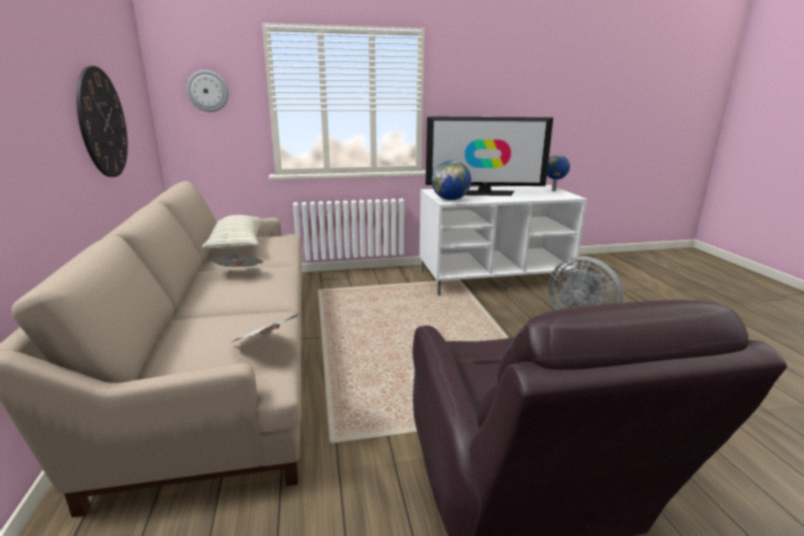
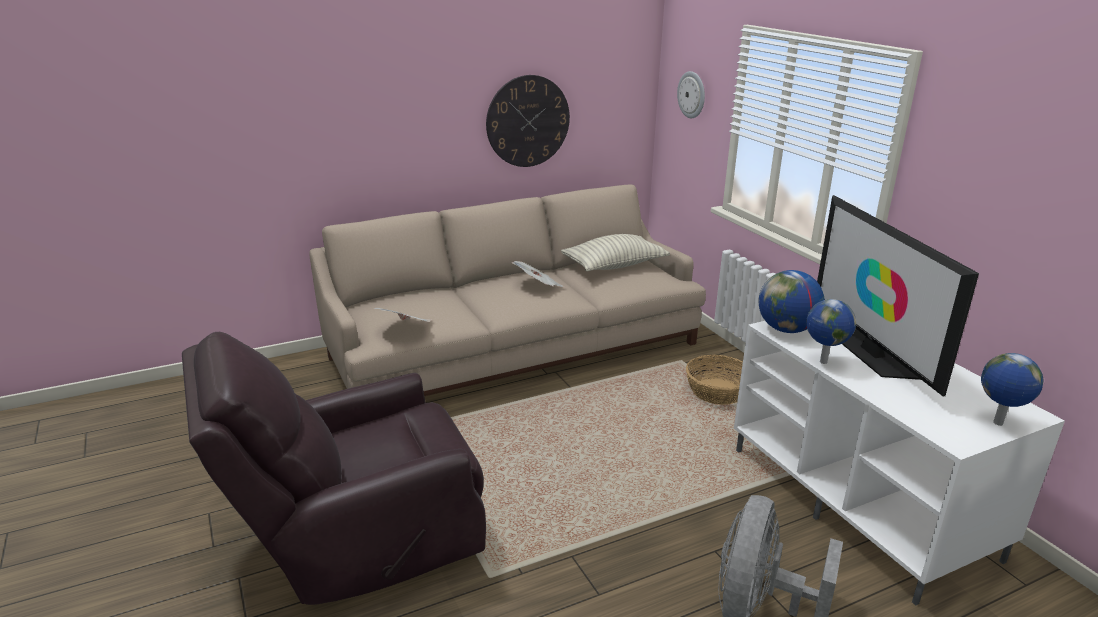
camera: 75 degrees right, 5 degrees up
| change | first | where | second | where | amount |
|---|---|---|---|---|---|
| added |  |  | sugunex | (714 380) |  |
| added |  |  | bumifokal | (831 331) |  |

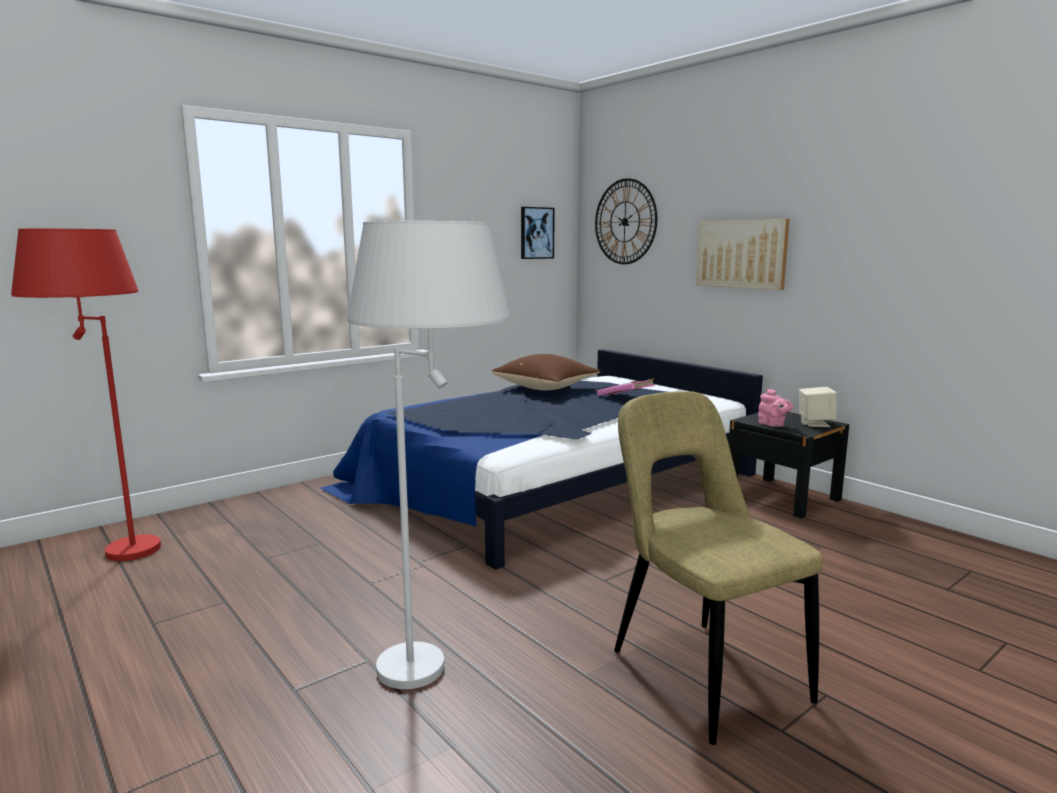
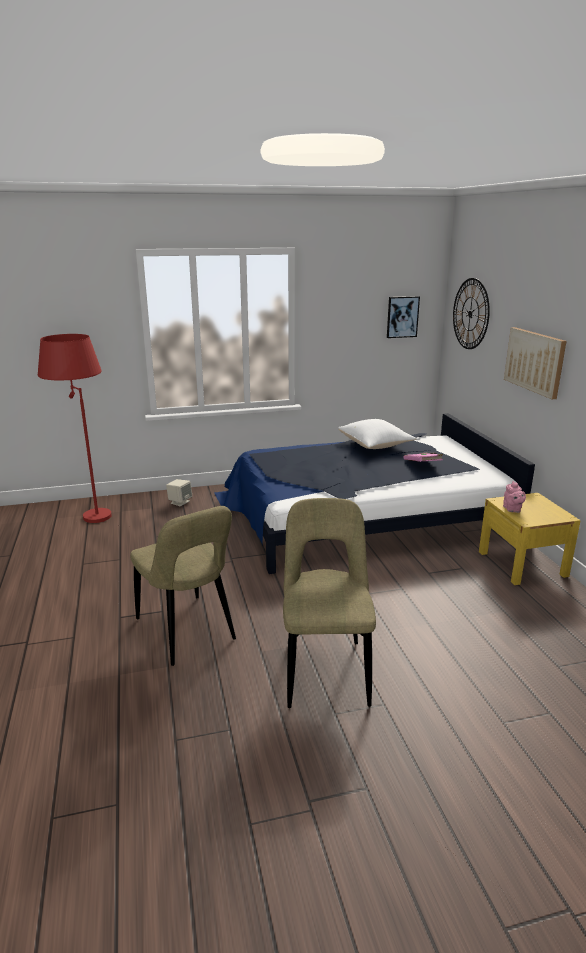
camera: 25 degrees right, 10 degrees up
| change | first | where | second | where | amount |
|---|---|---|---|---|---|
| replaced | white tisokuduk | (428 455) | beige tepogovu | (183 586) |  |
| recoloured | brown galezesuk | (546 372) | white galezesuk | (377 434) |  |
| recoloured | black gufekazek | (789 465) | yellow gufekazek | (530 539) |  |
| moved | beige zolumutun | (818 407) |  | (179 492) |  |

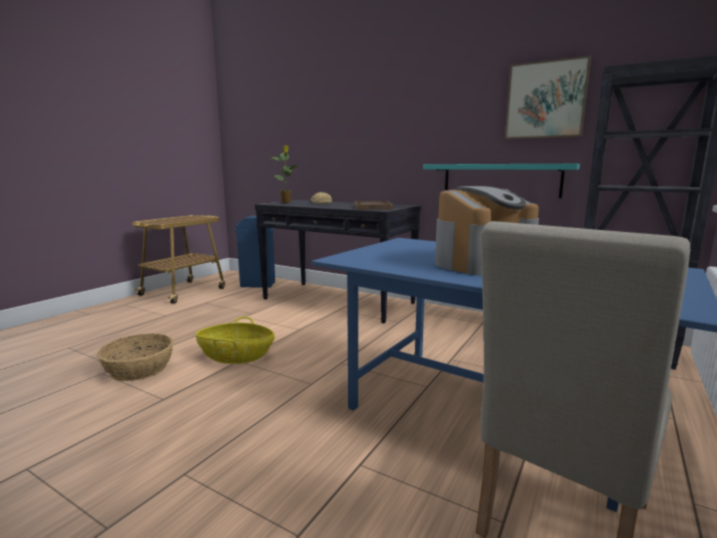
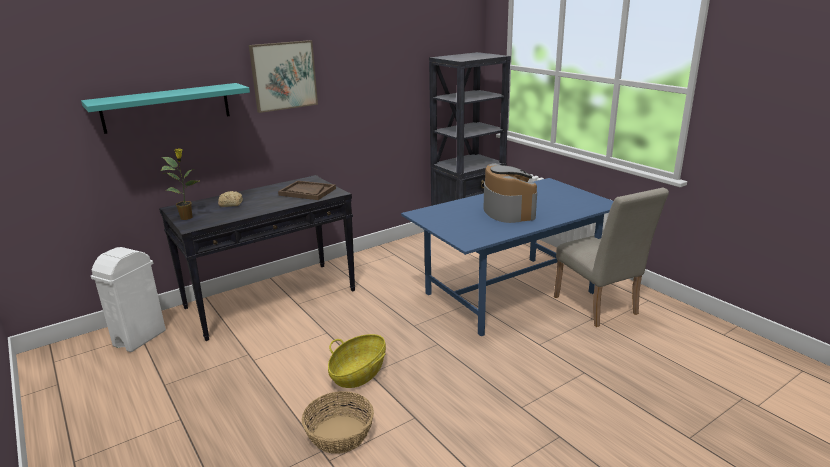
camera: 65 degrees left, 10 degrees up
| change | first | where | second | where | amount |
|---|---|---|---|---|---|
| removed | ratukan | (178 259) |  |  |  |
| recoloured | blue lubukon | (254 252) | white lubukon | (128 299) |  |
| moved | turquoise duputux | (501 181) |  | (165 108) |  |
| moved | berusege | (548 97) |  | (283 76) |  |

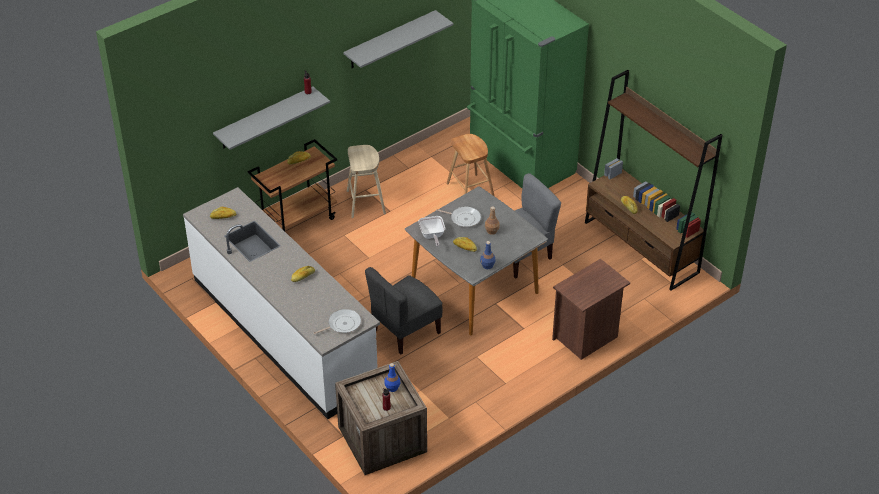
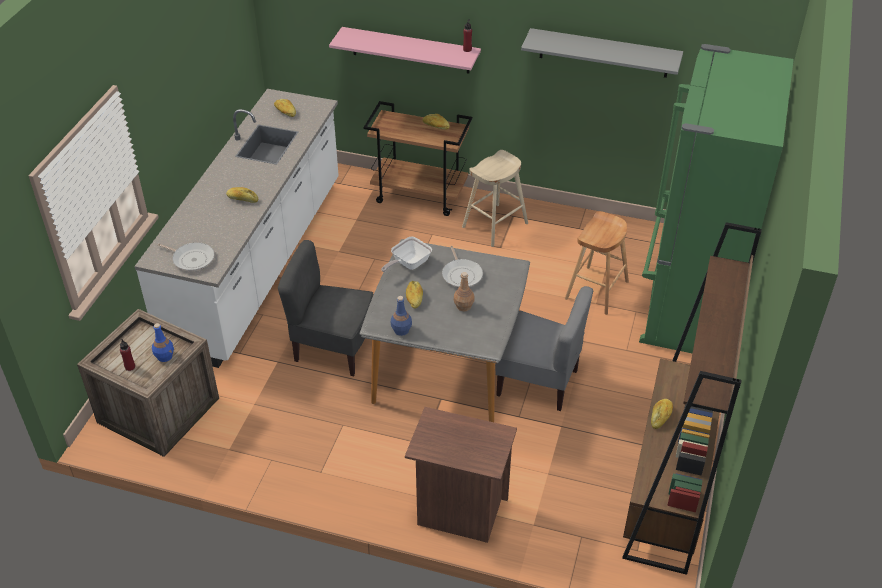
camera: 55 degrees right, 0 degrees up
| change | first | where | second | where | amount |
|---|---|---|---|---|---|
| recoloured | grey duputux | (271 118) | pink duputux | (405 50) |  |

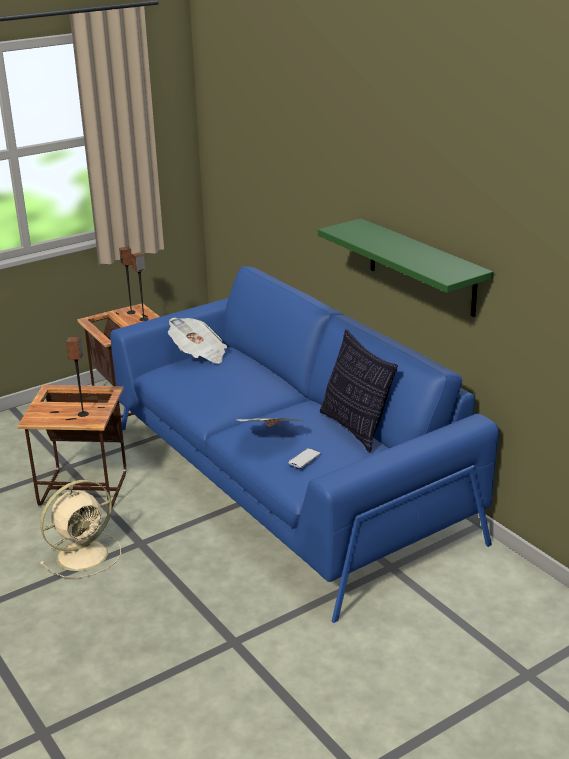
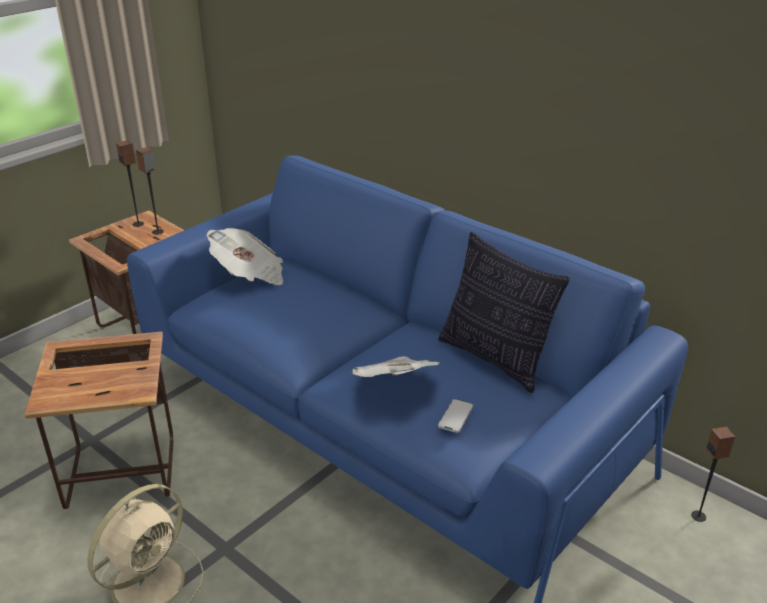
camera: 15 degrees left, 5 degrees up
| change | first | where | second | where | amount |
|---|---|---|---|---|---|
| moved | zolumutun | (77 377) |  | (713 474) |  |
| removed | green duputux | (406 267) |  |  |  |

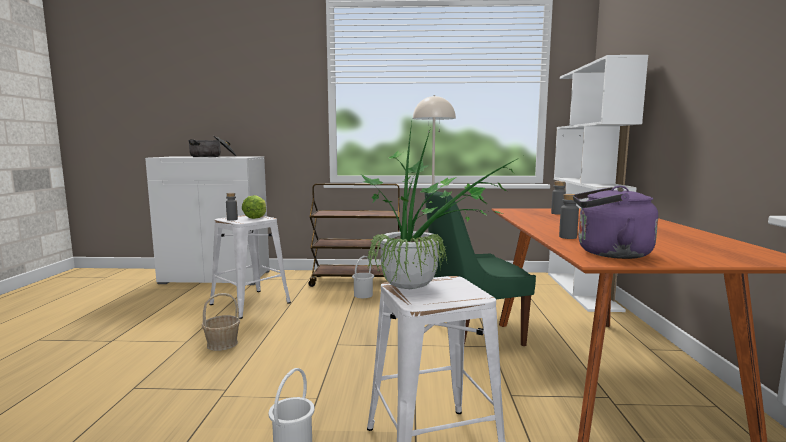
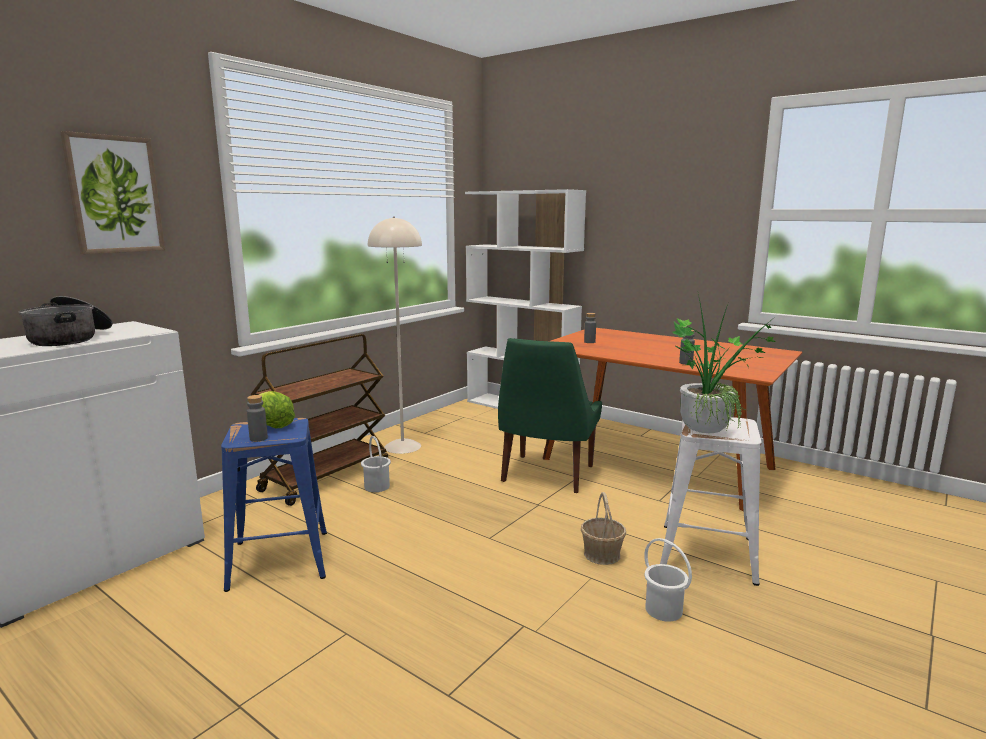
camera: 55 degrees left, 5 degrees up
| change | first | where | second | where | amount |
|---|---|---|---|---|---|
| moved | sugunex | (221 322) |  | (603 528) |  |
| recoloured | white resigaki | (250 267) | blue resigaki | (274 505) |  |
| removed | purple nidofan | (615 222) |  |  |  |
| added |  |  | berusege | (113 192) |  |

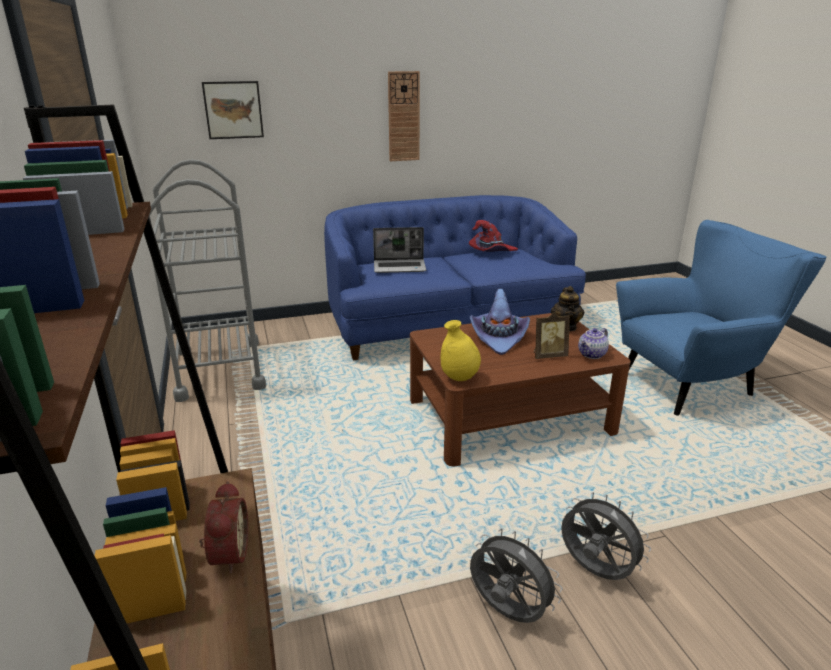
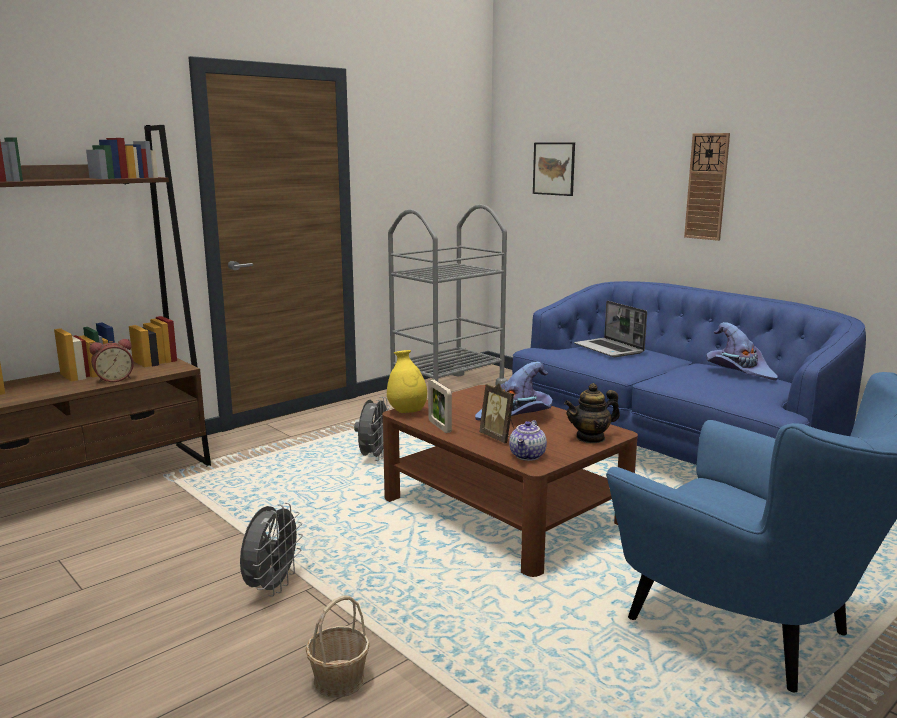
camera: 65 degrees right, 10 degrees down
| change | first | where | second | where | amount |
|---|---|---|---|---|---|
| recoloured | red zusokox | (493 236) | purple zusokox | (742 351) |  |
| moved | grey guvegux | (516 575) |  | (372 429) |  |
| turned | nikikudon | (593 343) |  | (528 440) | 90 degrees counterclockwise |
| added |  |  | sugunex | (337 646) |  |
| added |  |  | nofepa | (440 406) |  |

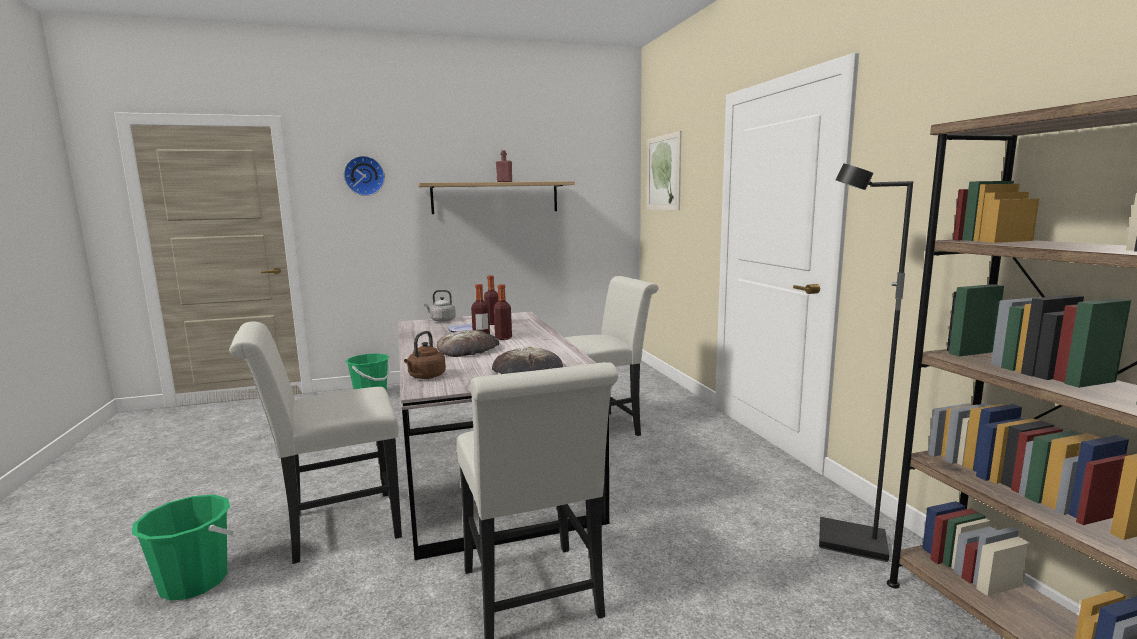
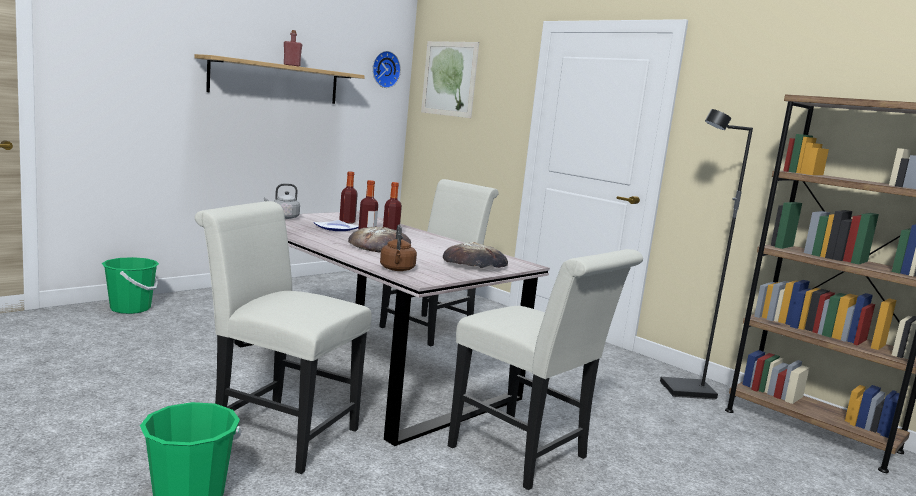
camera: 30 degrees left, 0 degrees up
| change | first | where | second | where | amount |
|---|---|---|---|---|---|
| turned | white tepogovu | (315 443) |  | (283 337) | 75 degrees clockwise |
| moved | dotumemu | (364 176) |  | (386 69) |  |

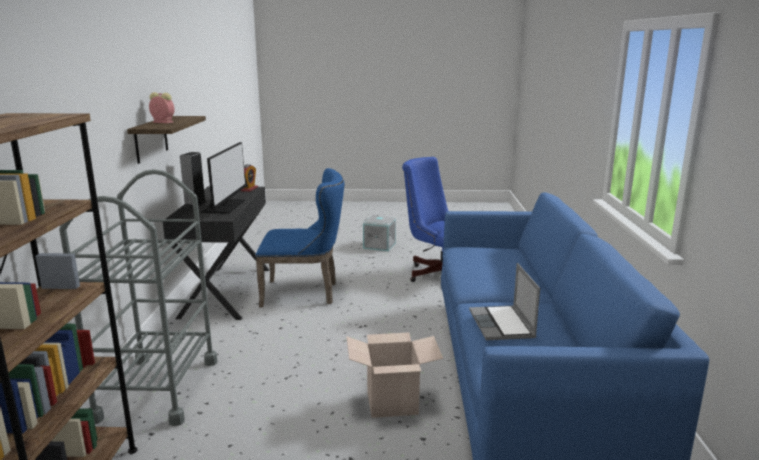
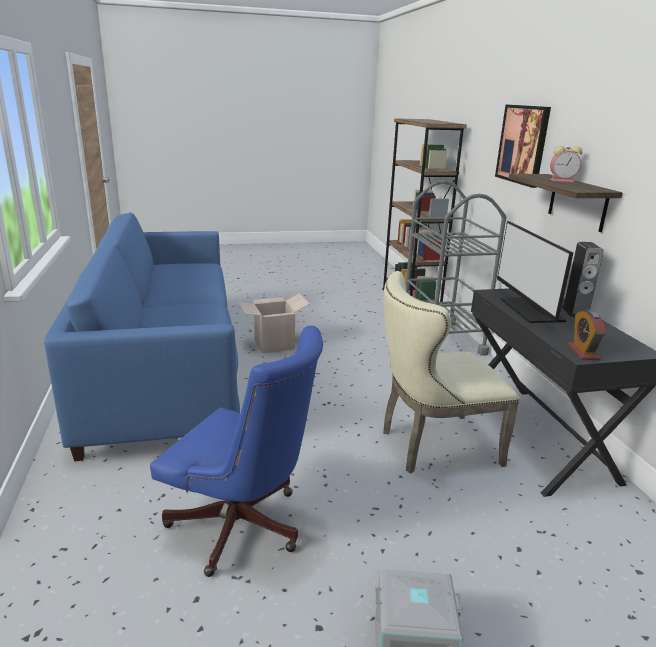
camera: 165 degrees right, 5 degrees up
| change | first | where | second | where | amount |
|---|---|---|---|---|---|
| recoloured | blue tepogovu | (299 237) | beige tepogovu | (451 372) |  |
| removed | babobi | (504 301) |  |  |  |
| added |  |  | berusege | (523 146) |  |

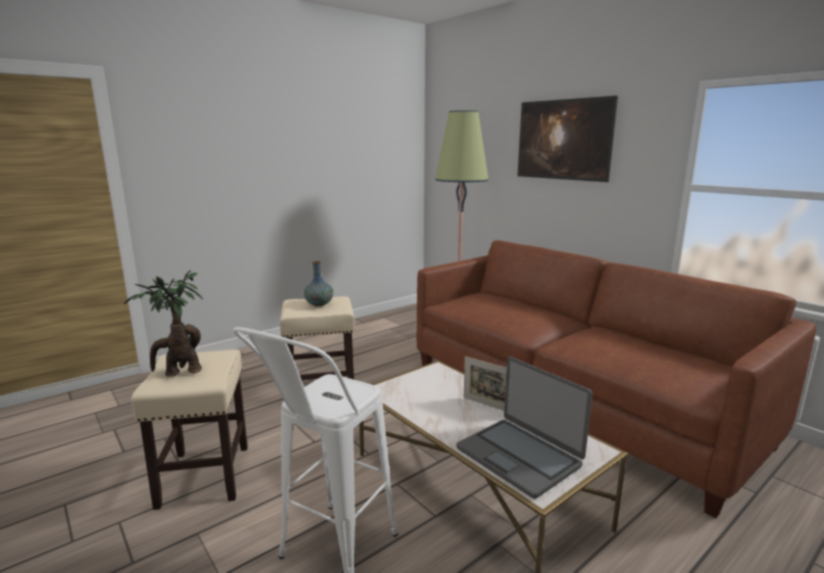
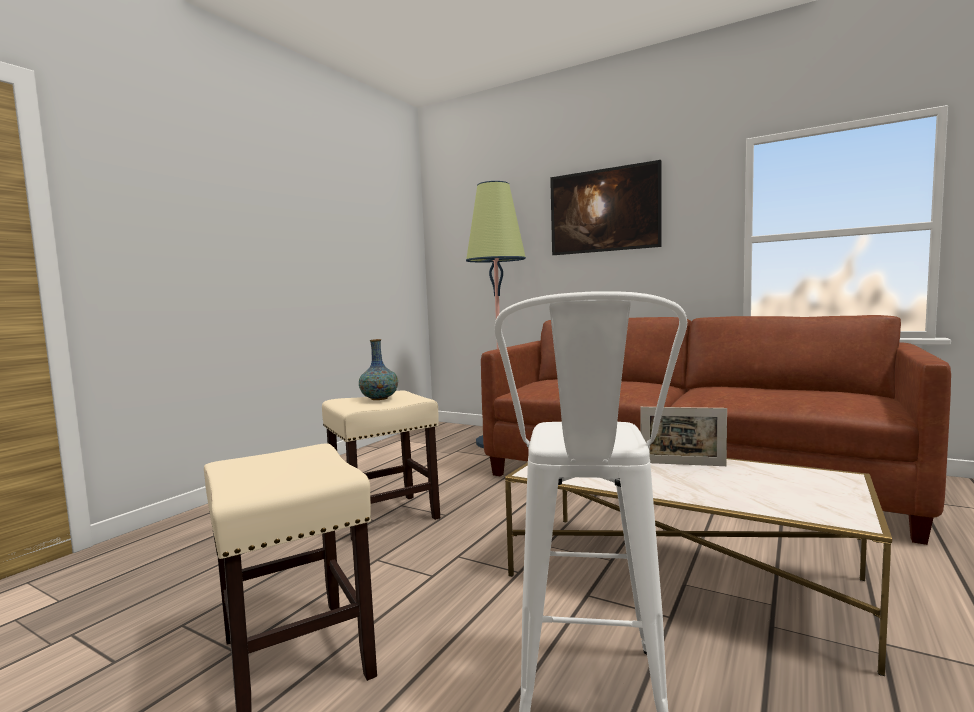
camera: 20 degrees left, 10 degrees down
| change | first | where | second | where | amount |
|---|---|---|---|---|---|
| removed | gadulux | (163 323) |  |  |  |
| removed | babobi | (524 428) |  |  |  |

